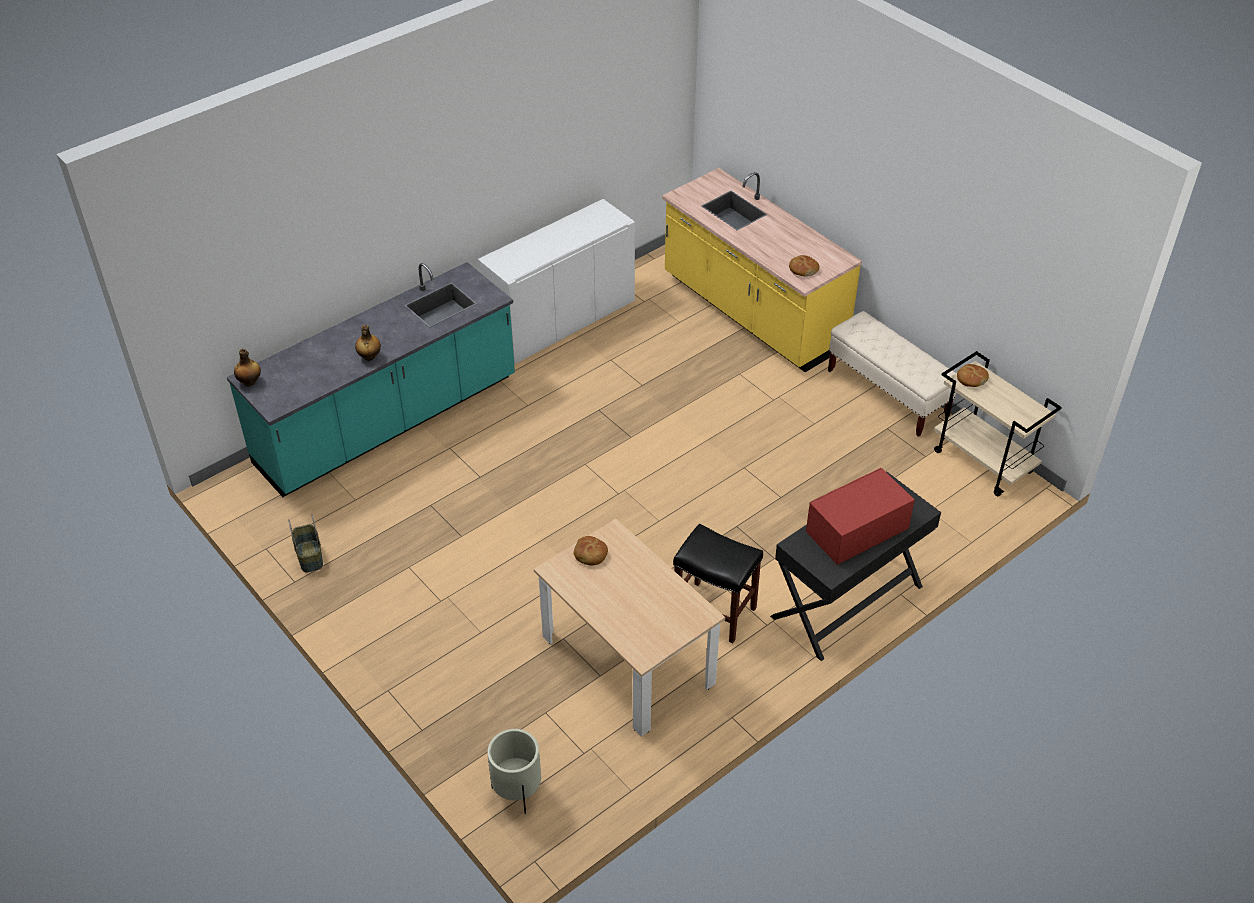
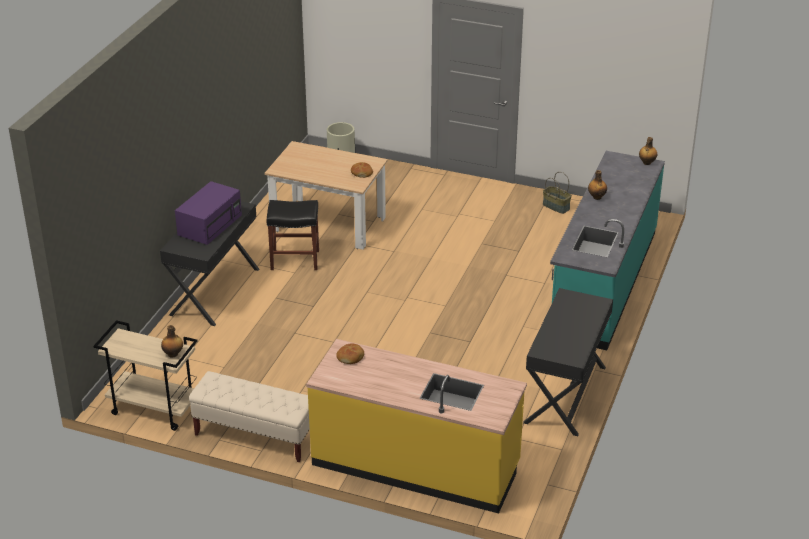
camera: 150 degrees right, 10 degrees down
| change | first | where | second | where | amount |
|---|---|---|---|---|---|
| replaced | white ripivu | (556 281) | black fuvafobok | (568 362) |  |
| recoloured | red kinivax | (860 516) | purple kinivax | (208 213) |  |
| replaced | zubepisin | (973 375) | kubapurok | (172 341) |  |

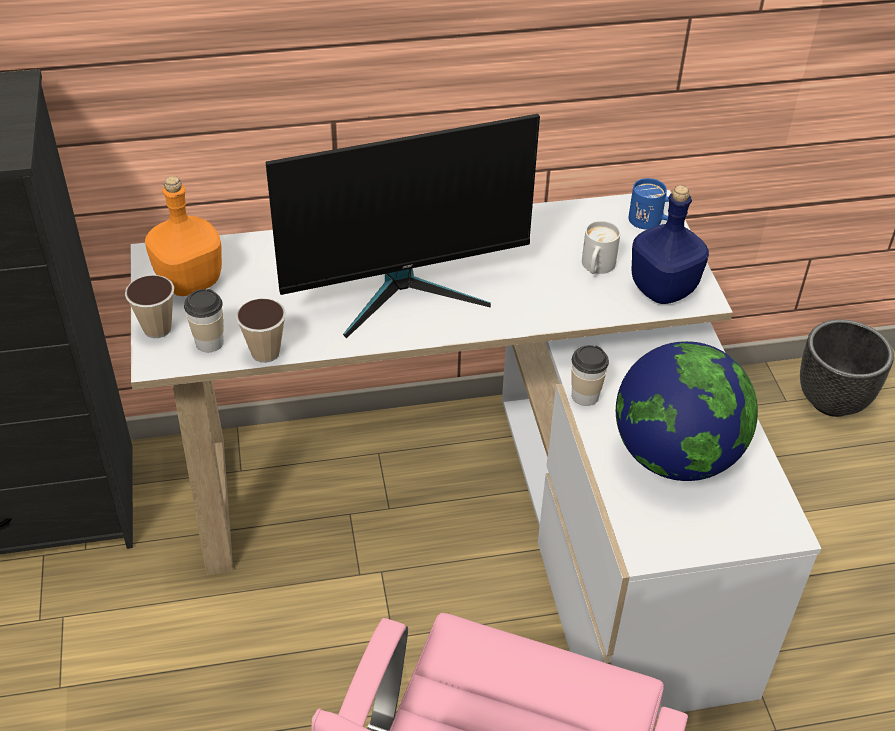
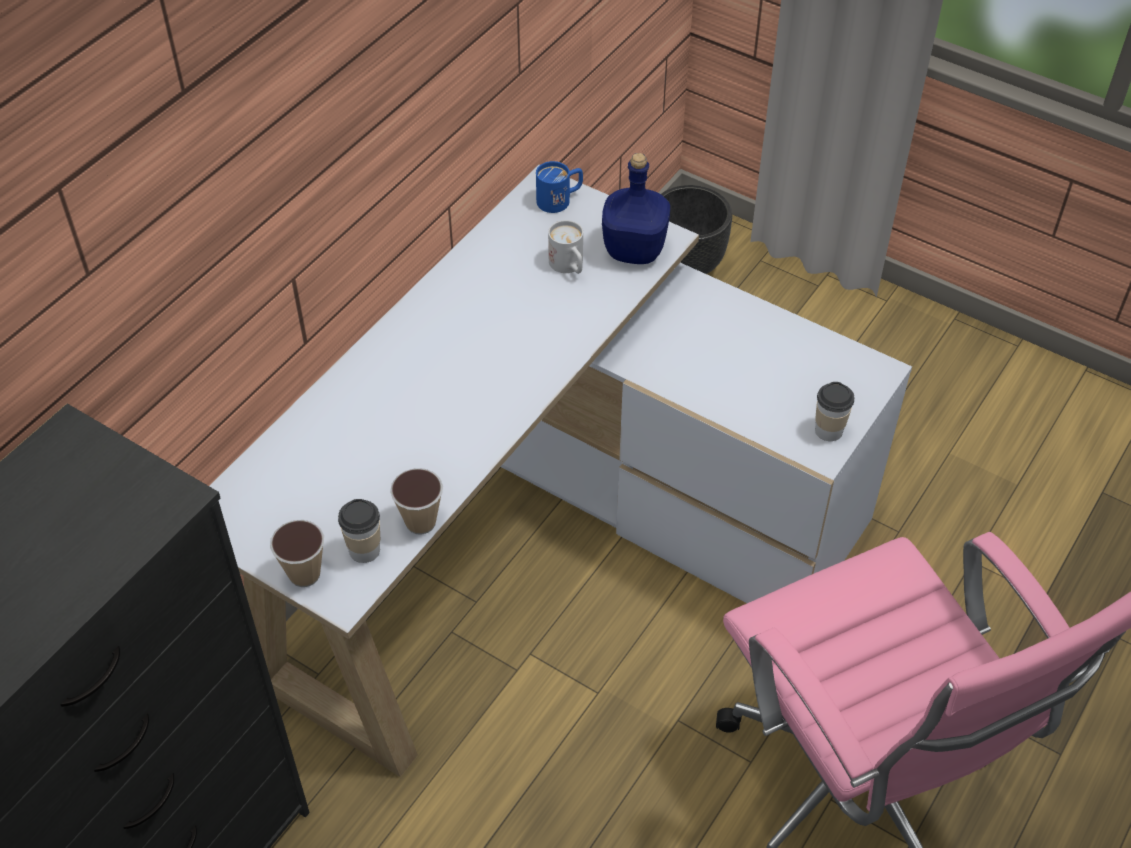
camera: 45 degrees left, 5 degrees up
| change | first | where | second | where | amount |
|---|---|---|---|---|---|
| removed | orange kubapurok | (183 236) |  |  |  |
| removed | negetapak | (403 226) |  |  |  |
| moved | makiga | (590 375) |  | (834 411) |  |
| removed | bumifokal | (687 411) |  |  |  |

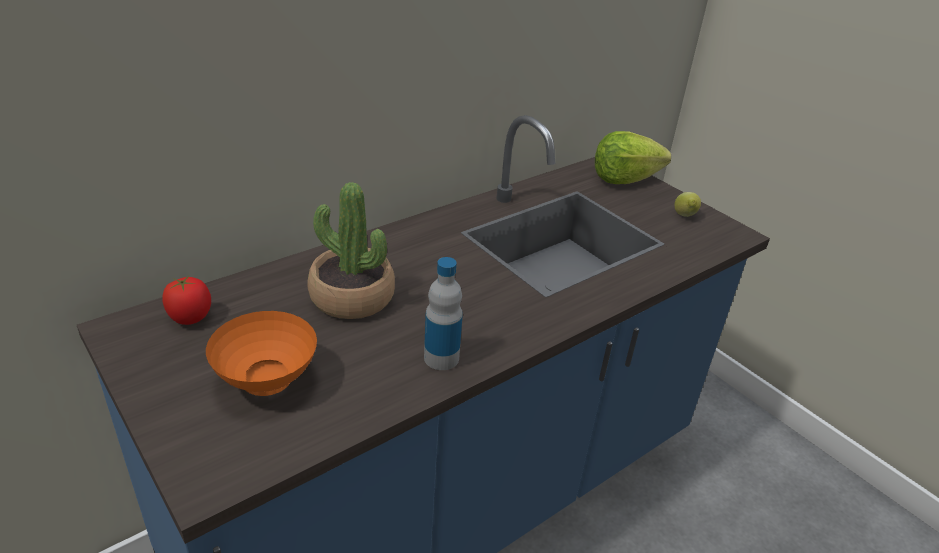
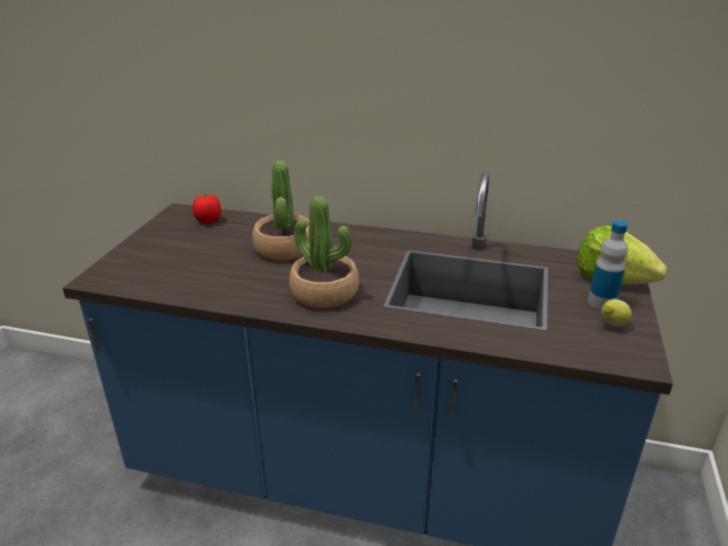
camera: 55 degrees right, 5 degrees down
| change | first | where | second | where | amount |
|---|---|---|---|---|---|
| removed | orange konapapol | (261 353) |  |  |  |
| moved | kubapurok | (443 313) |  | (608 265) |  |
| added |  |  | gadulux | (324 252) |  |

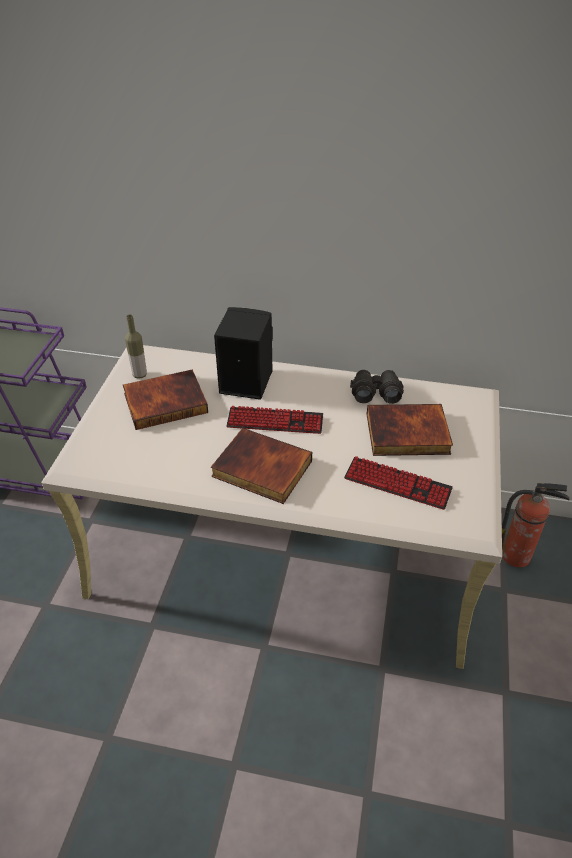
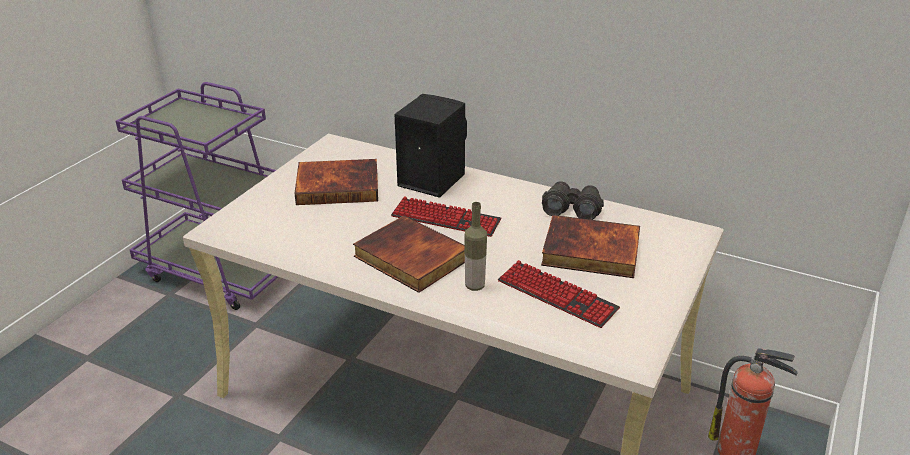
camera: 15 degrees right, 10 degrees down
| change | first | where | second | where | amount |
|---|---|---|---|---|---|
| moved | kubapurok | (136 346) |  | (475 246) |  |

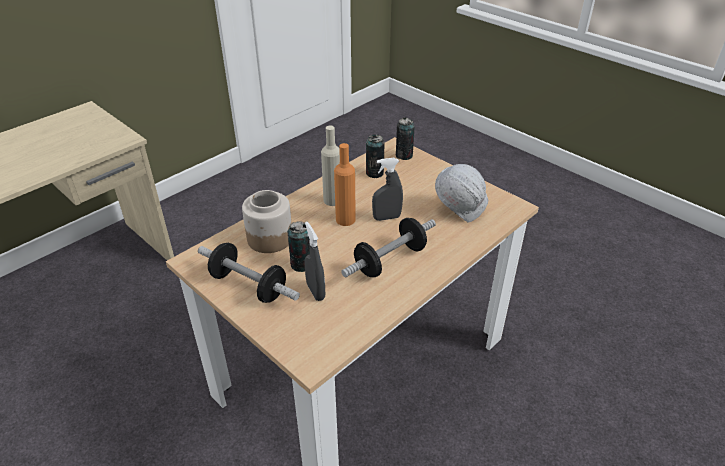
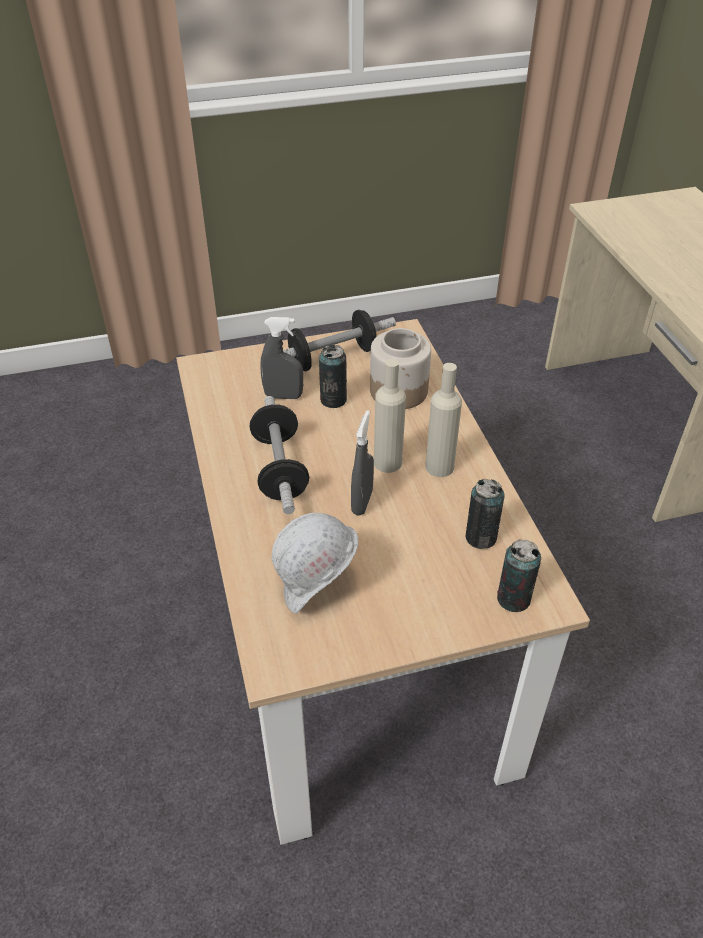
camera: 120 degrees right, 5 degrees up
| change | first | where | second | where | amount |
|---|---|---|---|---|---|
| recoloured | orange kubapurok | (345 184) | beige kubapurok | (390 415) |  |

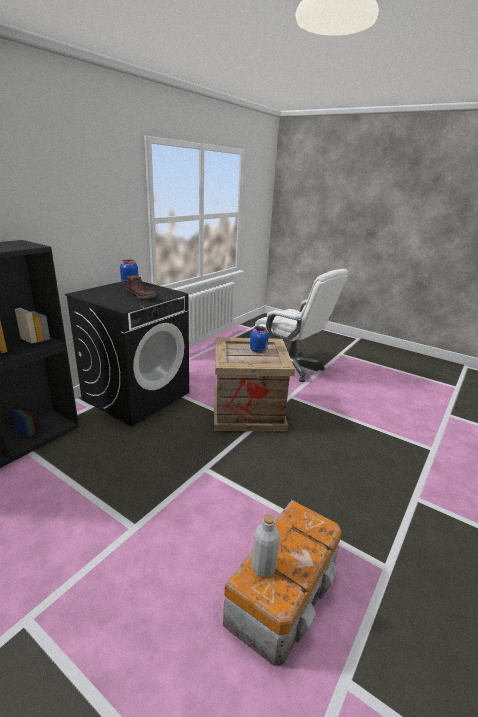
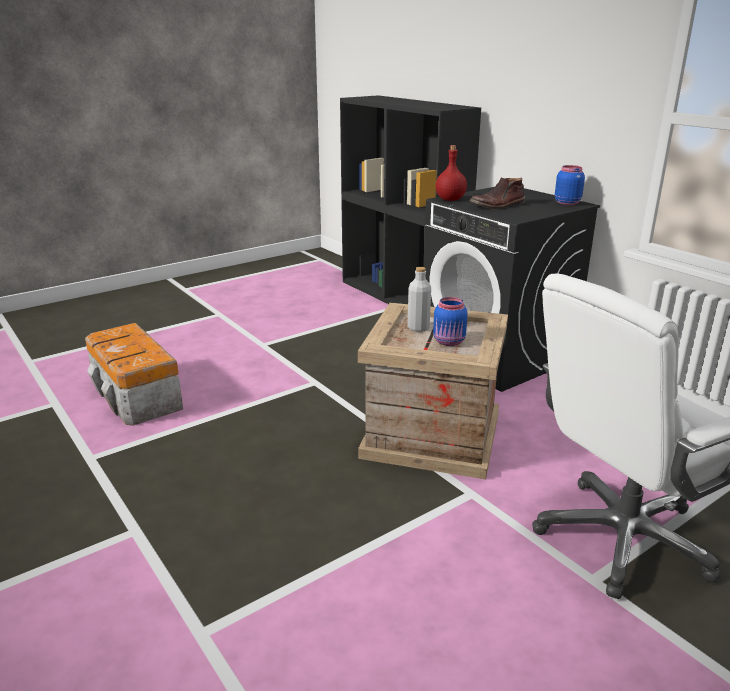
camera: 110 degrees right, 0 degrees up
| change | first | where | second | where | amount |
|---|---|---|---|---|---|
| moved | grey kubapurok | (266 545) |  | (419 299) |  |
| added |  |  | red kubapurok | (451 173) |  |

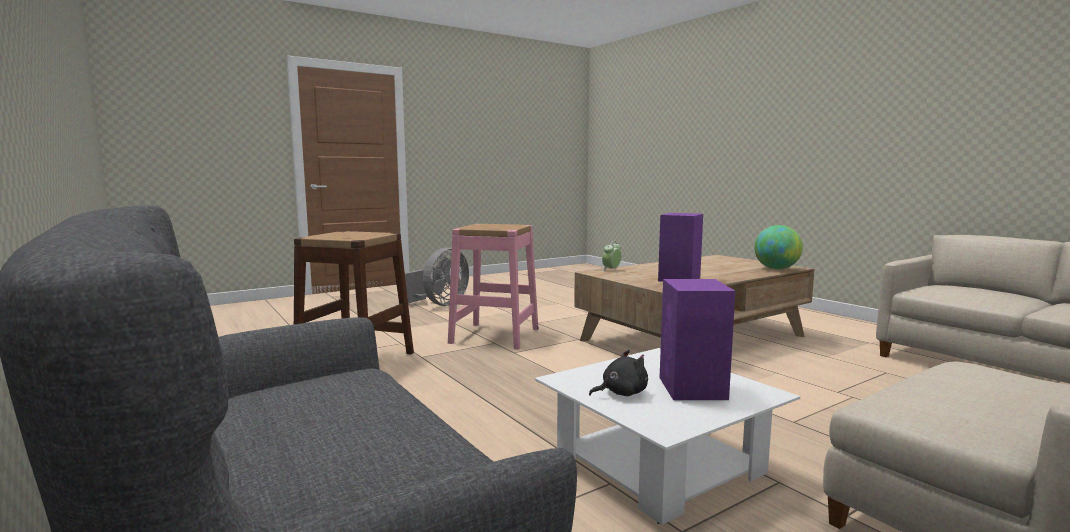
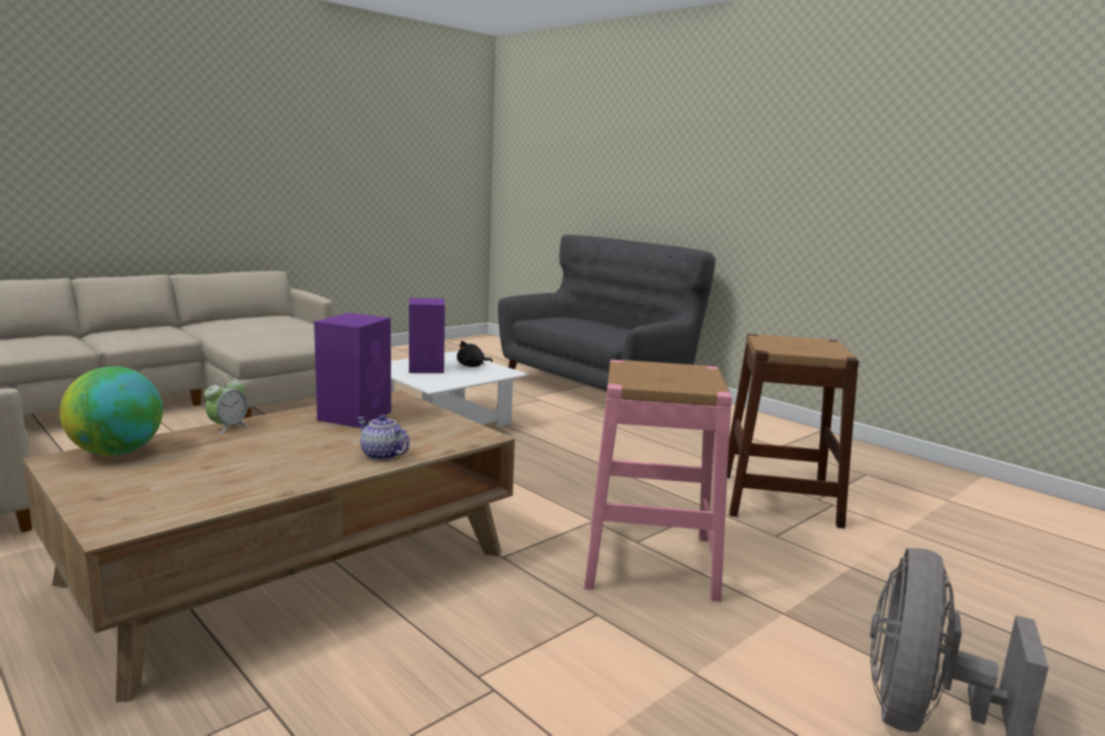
camera: 170 degrees right, 5 degrees up
| change | first | where | second | where | amount |
|---|---|---|---|---|---|
| moved | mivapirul | (611 256) |  | (227 405) |  |
| added |  |  | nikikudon | (384 437) |  |

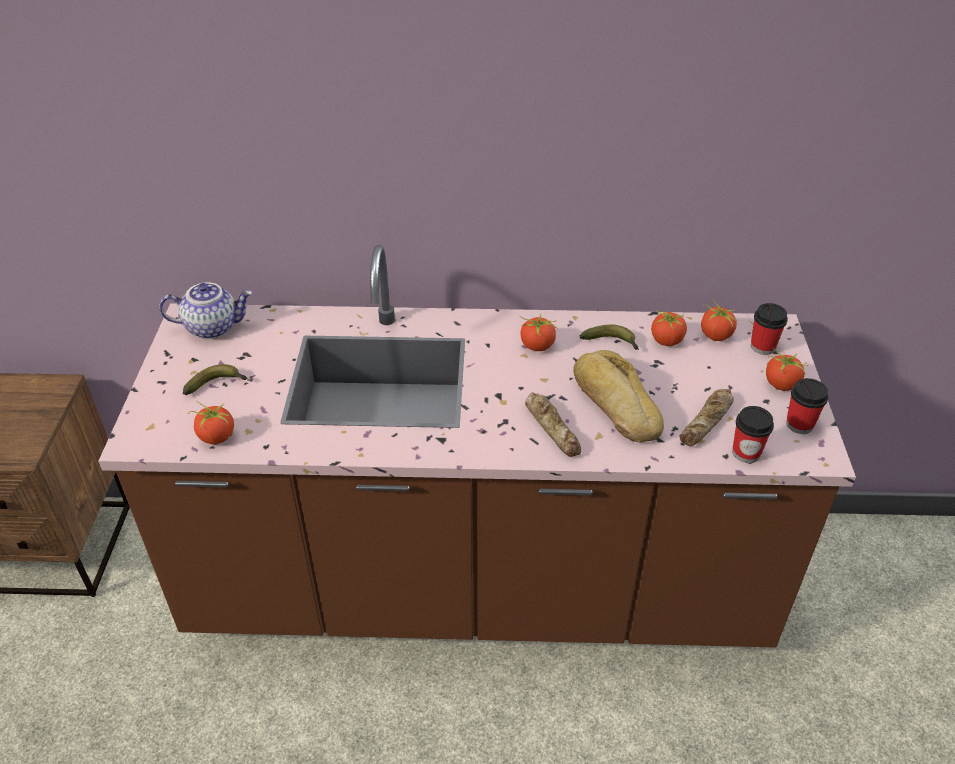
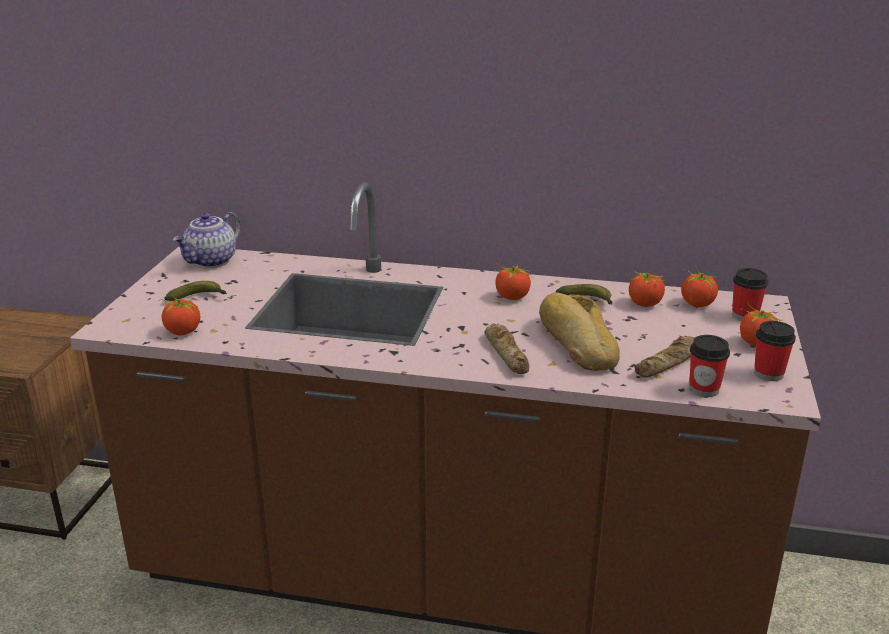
camera: 10 degrees right, 15 degrees down
| change | first | where | second | where | amount |
|---|---|---|---|---|---|
| turned | nikikudon | (206 310) |  | (207 240) | 120 degrees clockwise |

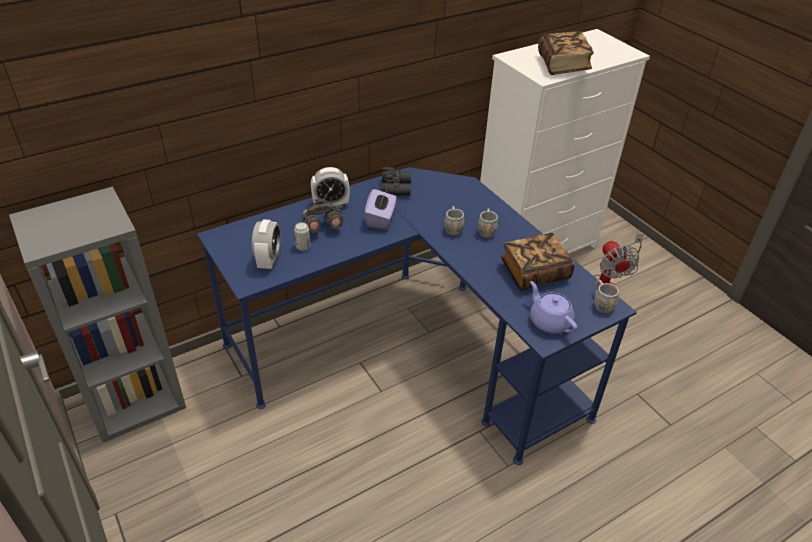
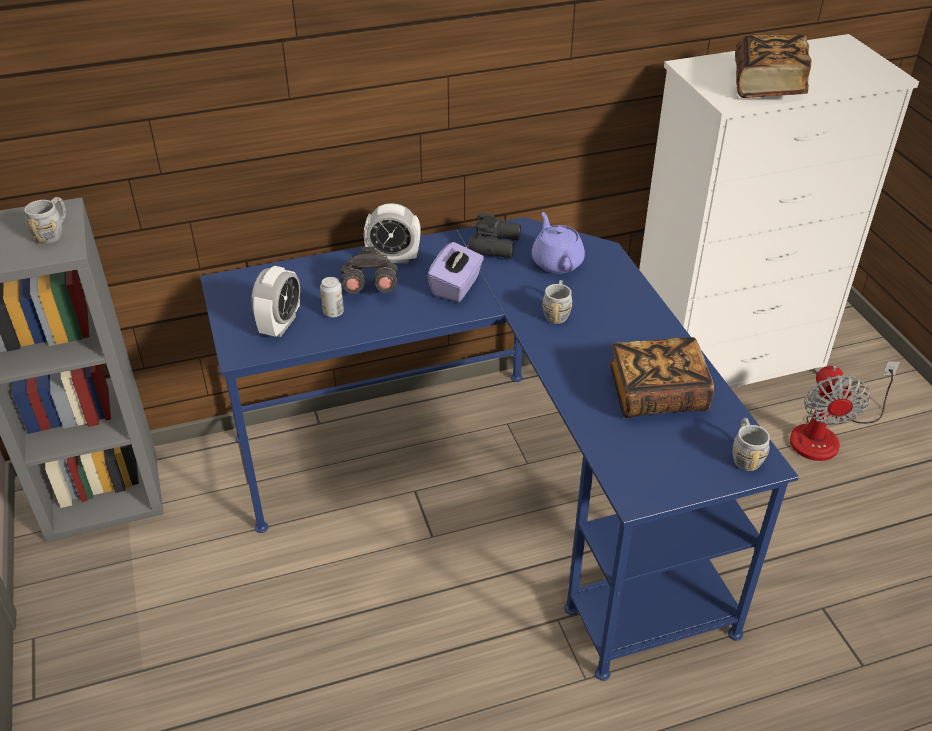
camera: 15 degrees right, 0 degrees up
| change | first | where | second | where | amount |
|---|---|---|---|---|---|
| moved | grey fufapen | (488 223) |  | (45 220) |  |
| moved | purple nikikudon | (553 307) |  | (558 242) |  |

